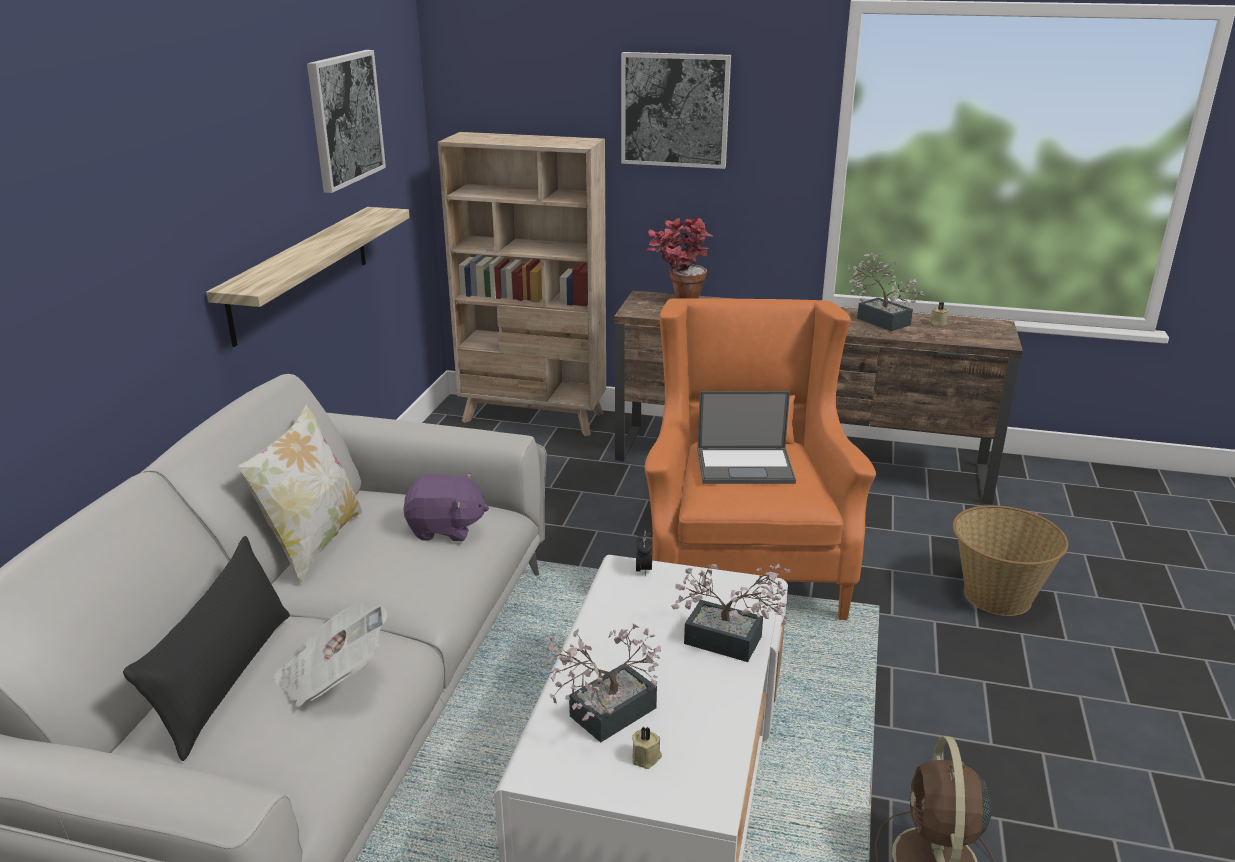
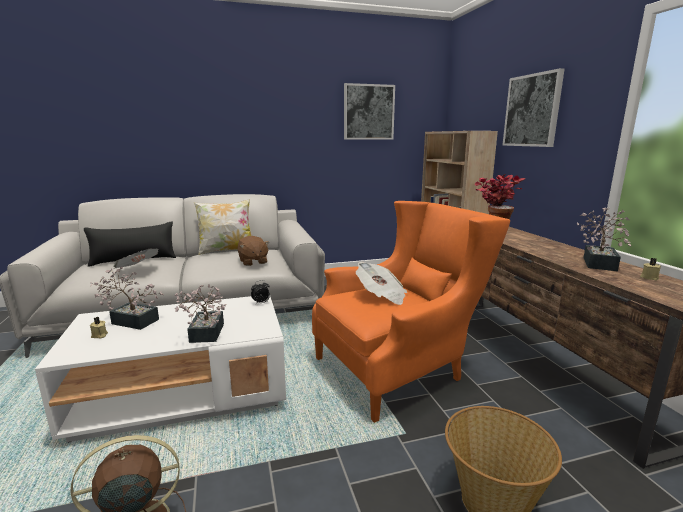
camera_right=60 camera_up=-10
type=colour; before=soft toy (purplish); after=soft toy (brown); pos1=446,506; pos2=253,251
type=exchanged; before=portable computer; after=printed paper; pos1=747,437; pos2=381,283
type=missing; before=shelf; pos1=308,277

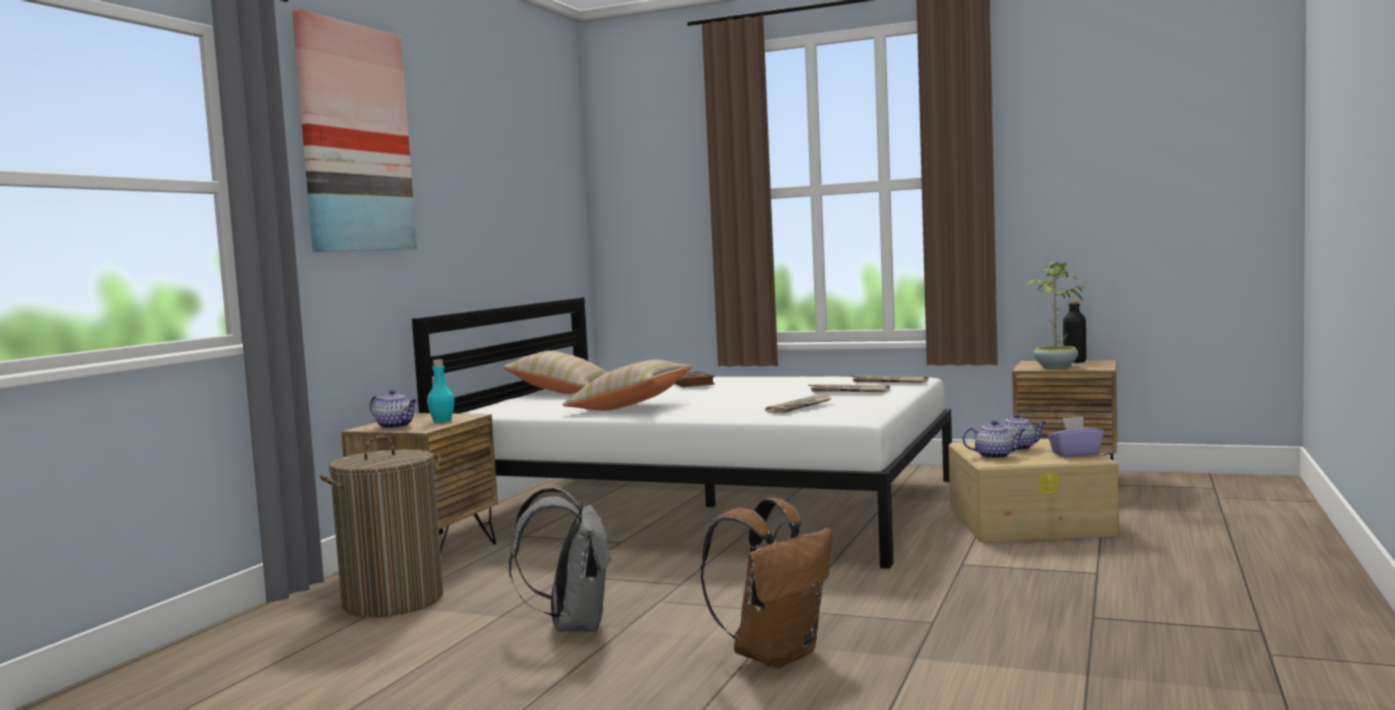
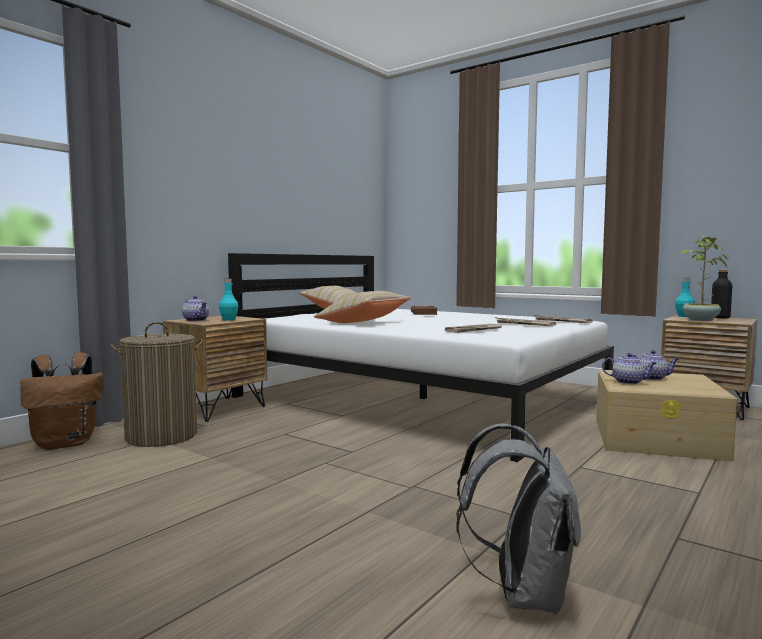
camera_right=15 camera_up=0
type=relocated; before=rucksack (brown); pos1=766,583; pos2=62,401
type=relocated; before=rucksack (grey); pos1=560,559; pos2=518,518
type=appeared; after=beverage bottle (blue-green); pos2=685,297
type=missing; before=wall art; pos1=354,130
type=missing; before=tissue box (purplish); pos1=1075,437

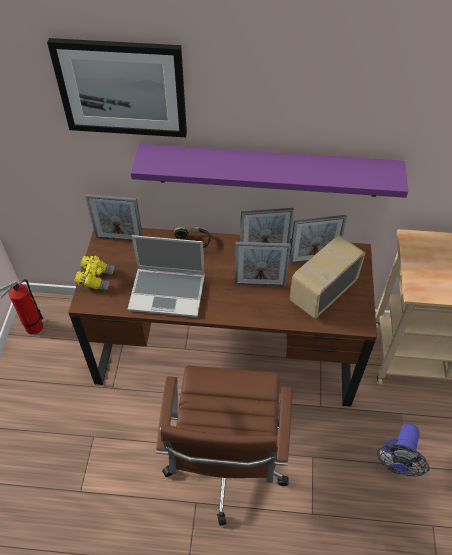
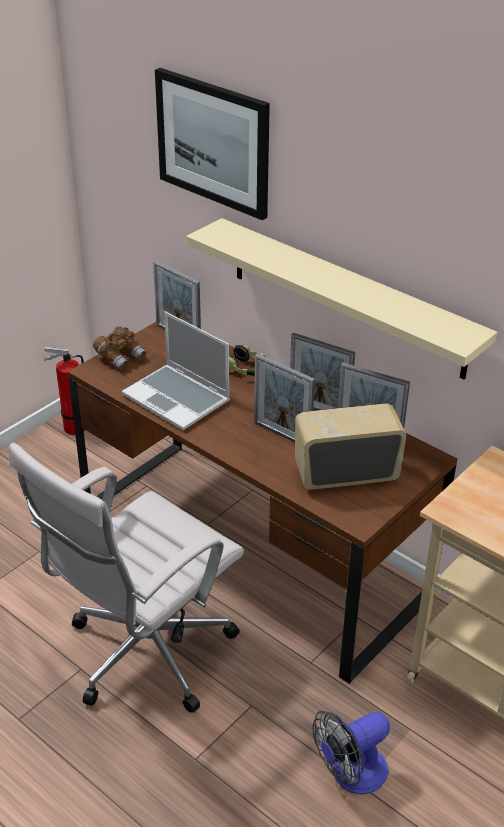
camera_right=35 camera_up=-15
type=colour; before=computer chair (brown); after=computer chair (white); pos1=224,446; pos2=126,578
type=colour; before=field glasses (yellow-coloured); after=field glasses (brown); pos1=94,273; pos2=119,348
type=colour; before=shelf (purplish); after=shelf (sand-coloured); pos1=269,171; pos2=342,299

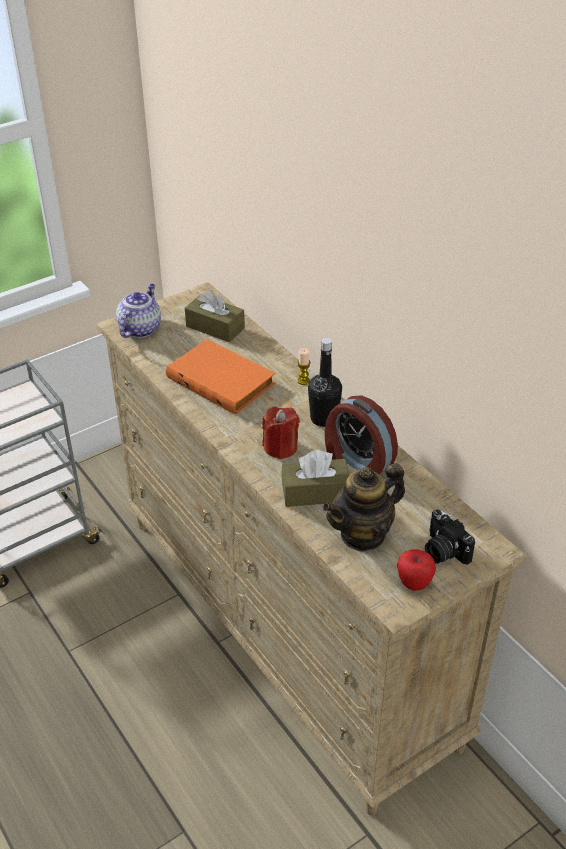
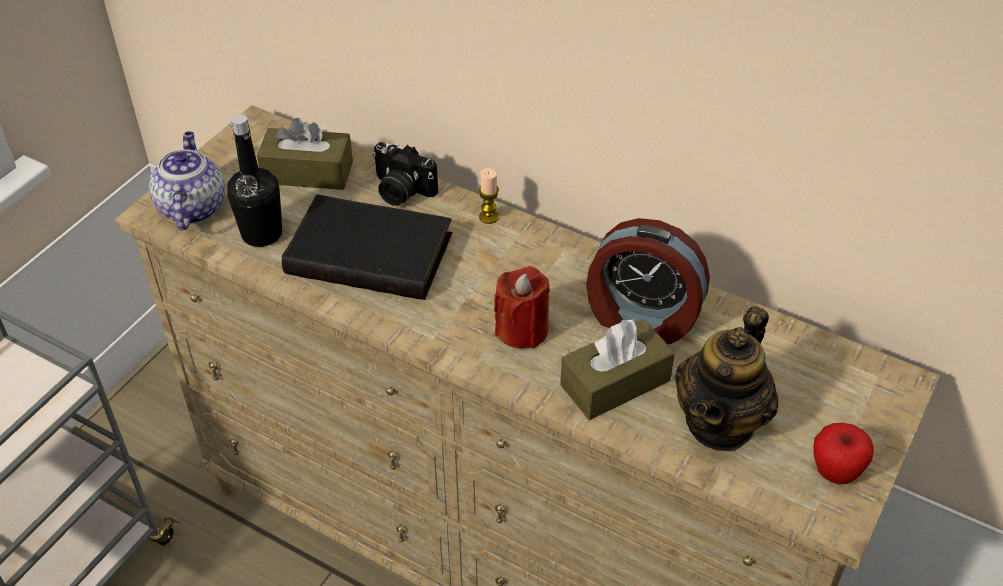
camera_right=-25 camera_up=5
type=relocated; before=beverage bottle (blackish); pos1=325,382; pos2=254,180
type=colour; before=book (orange); after=book (blackish); pos1=221,377; pos2=367,247
type=relocated; before=still camera; pos1=450,537; pos2=405,174

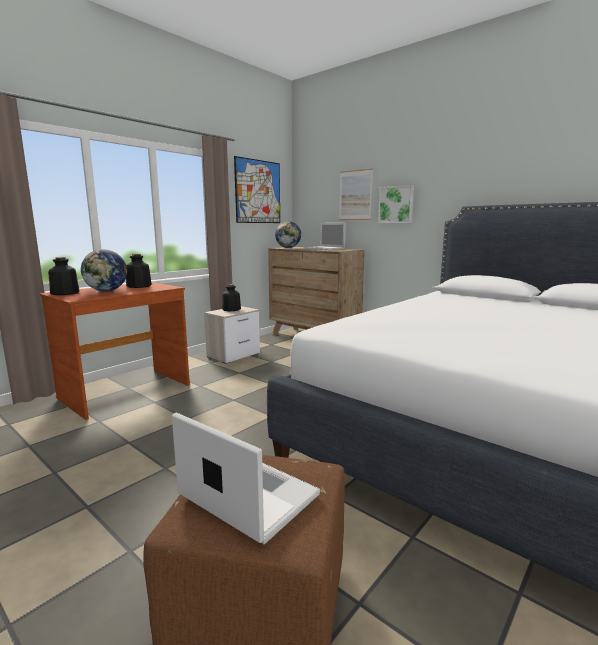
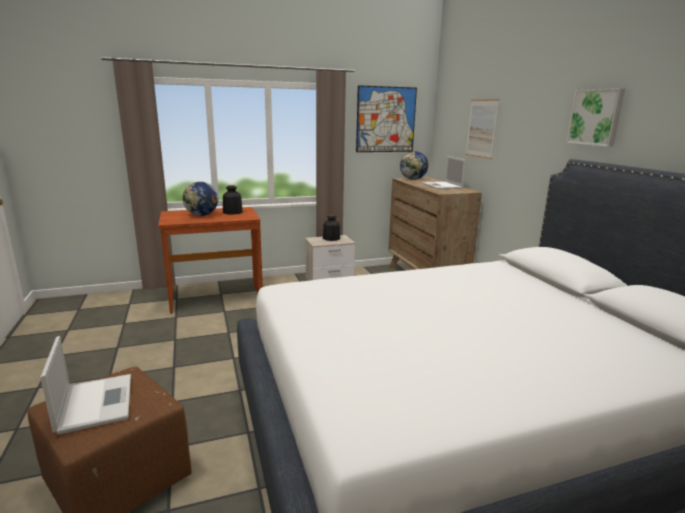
camera_right=30 camera_up=5
type=relocated; before=wall art; pos1=396,204; pos2=595,117
type=missing; before=beverage bottle; pos1=64,276

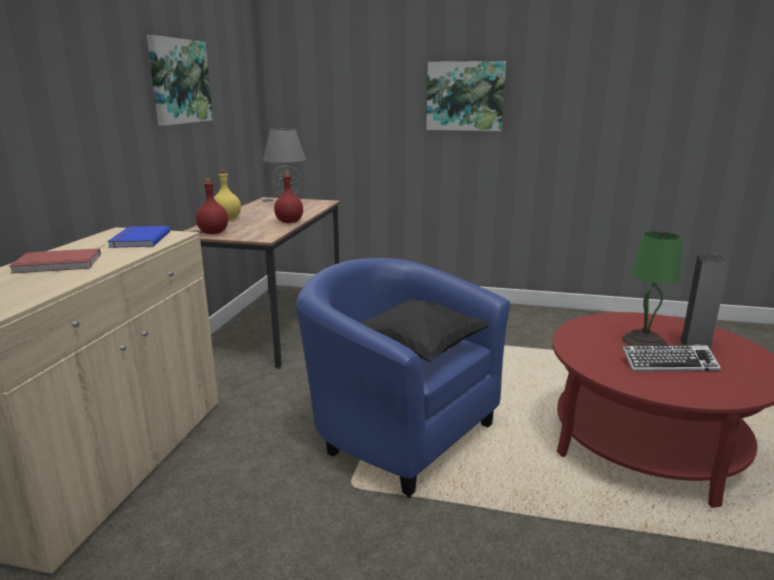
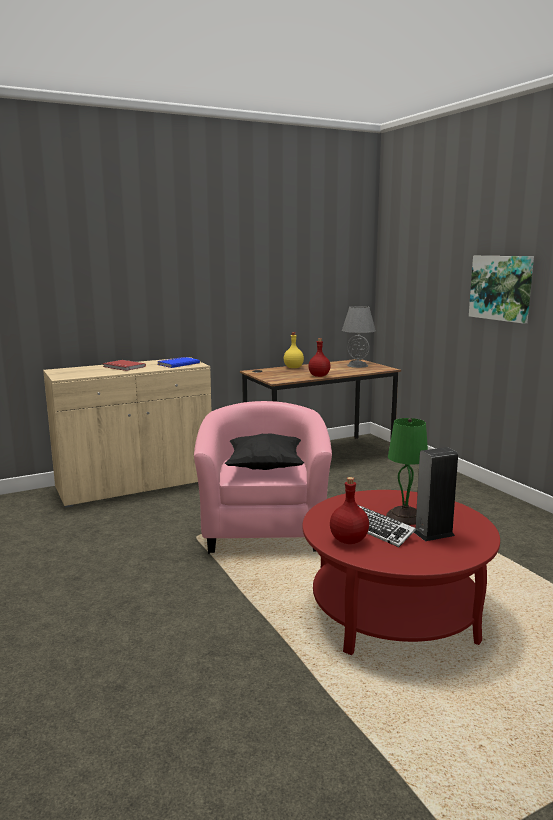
camera_right=50 camera_up=-5
type=colour; before=armchair (blue); after=armchair (pinkish); pos1=403,378; pos2=263,477
type=relocated; before=beverage bottle (reddish); pos1=212,206; pos2=349,510
type=missing; before=wall art; pos1=180,80

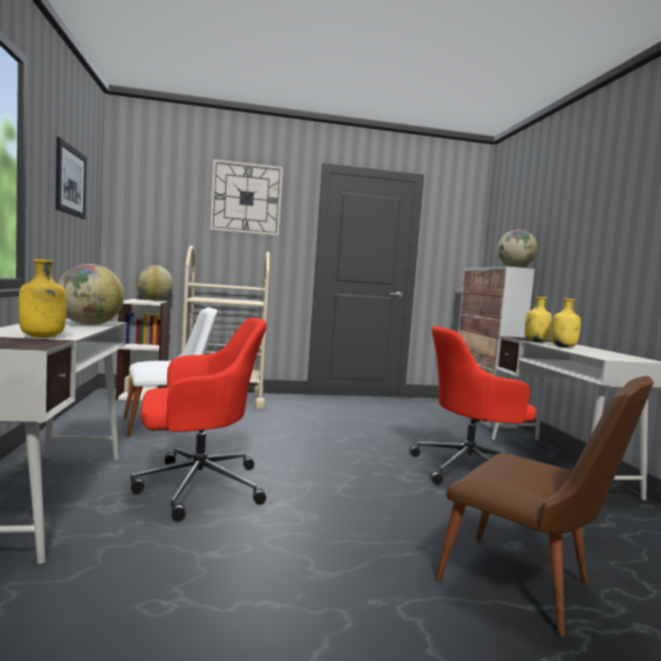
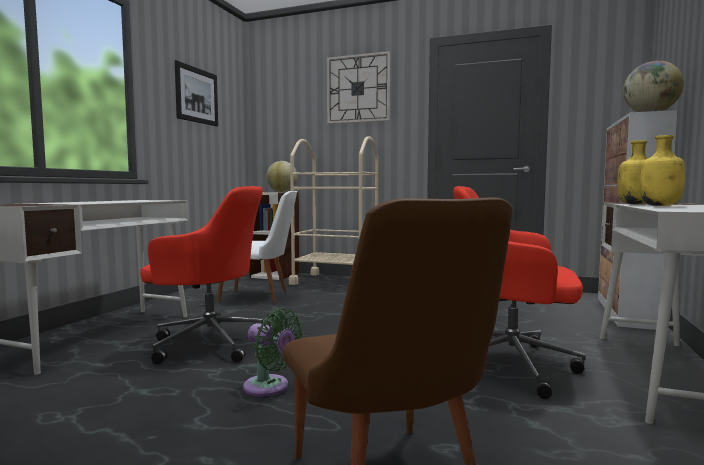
camera_right=30 camera_up=0
type=appeared; after=cooling fan (greenish); pos2=273,352
type=missing; before=beverage bottle (yellow-coloured); pos1=42,298
type=missing; before=desk globe; pos1=91,294

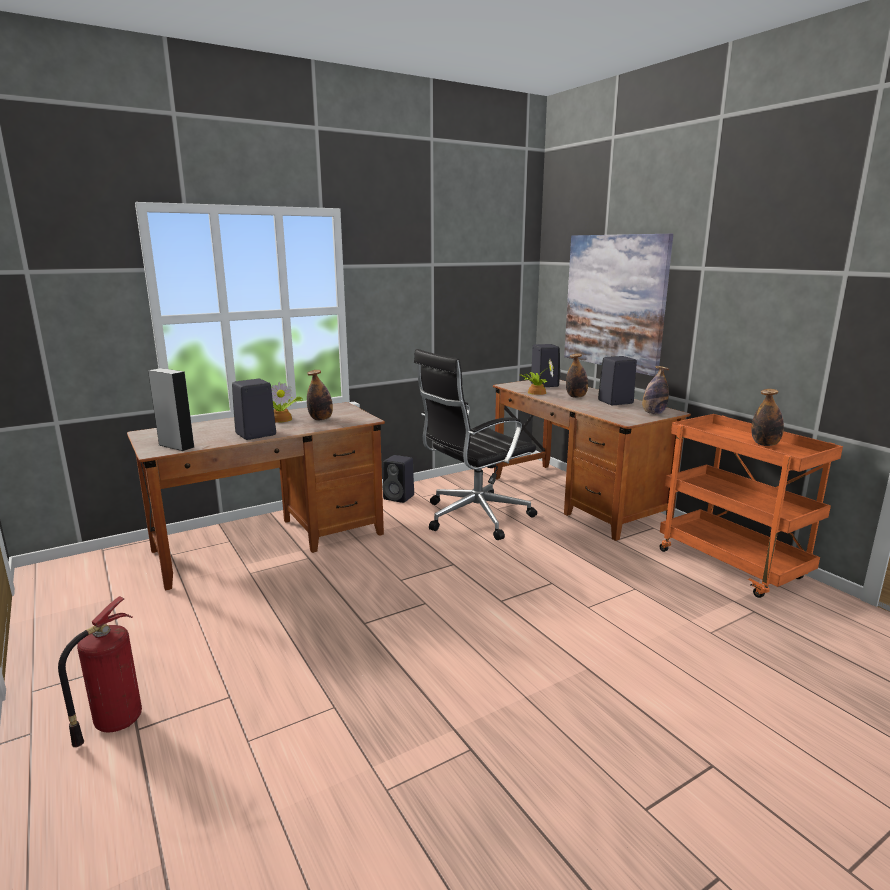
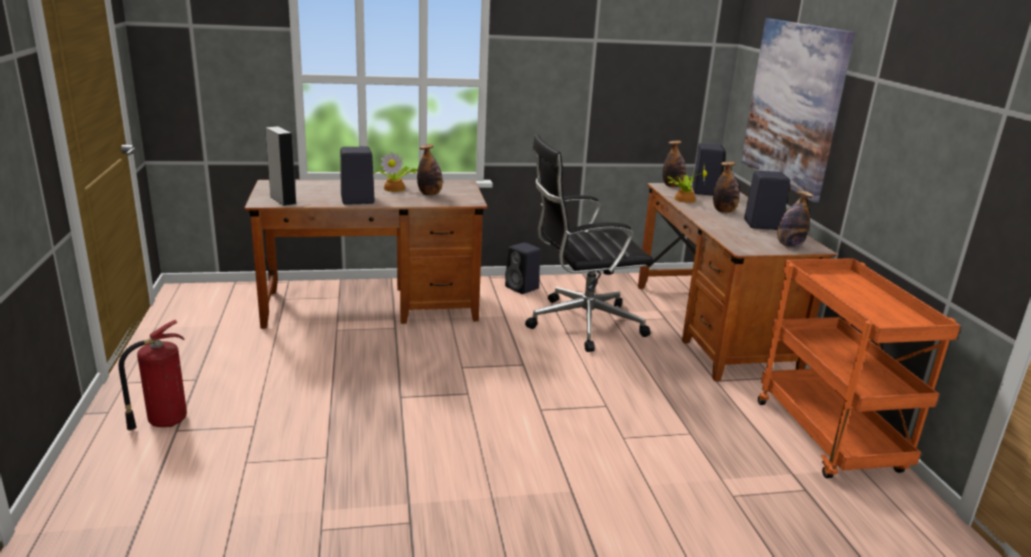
camera_right=20 camera_up=5
type=relocated; before=beverage bottle; pos1=768,417; pos2=674,163

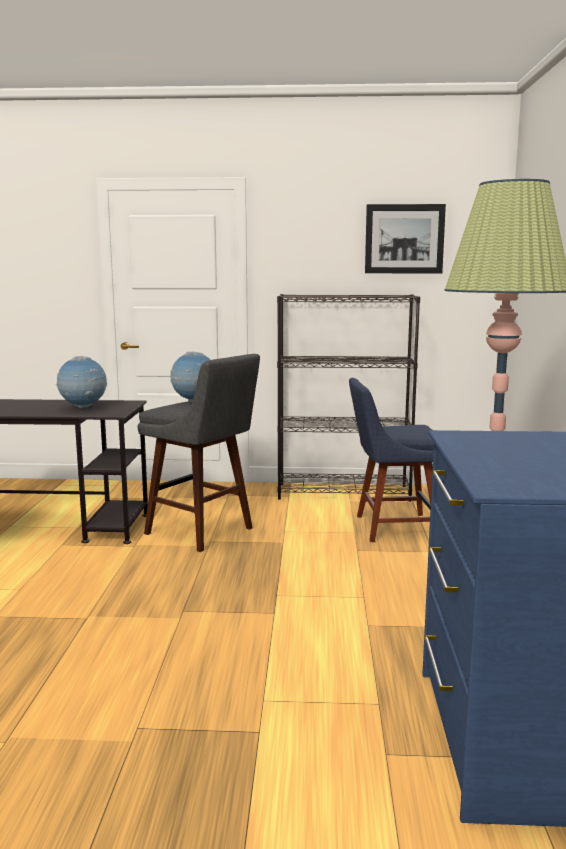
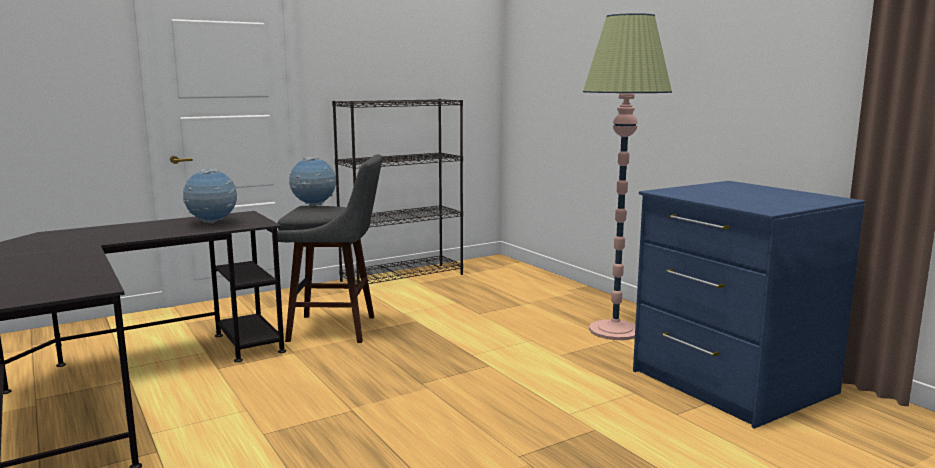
camera_right=-35 camera_up=0
type=missing; before=plain chair (blue); pos1=391,460
type=missing; before=wall art; pos1=405,238

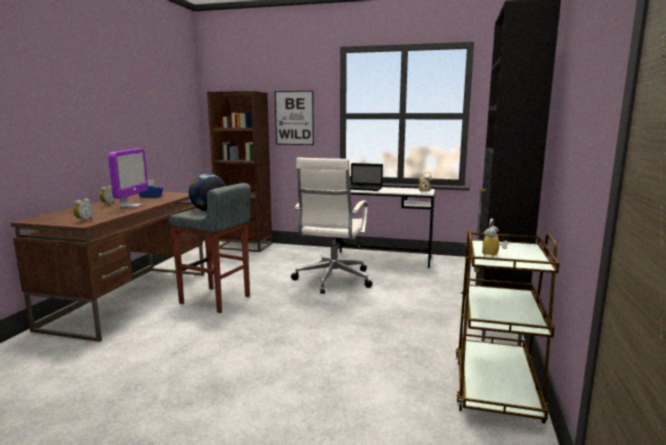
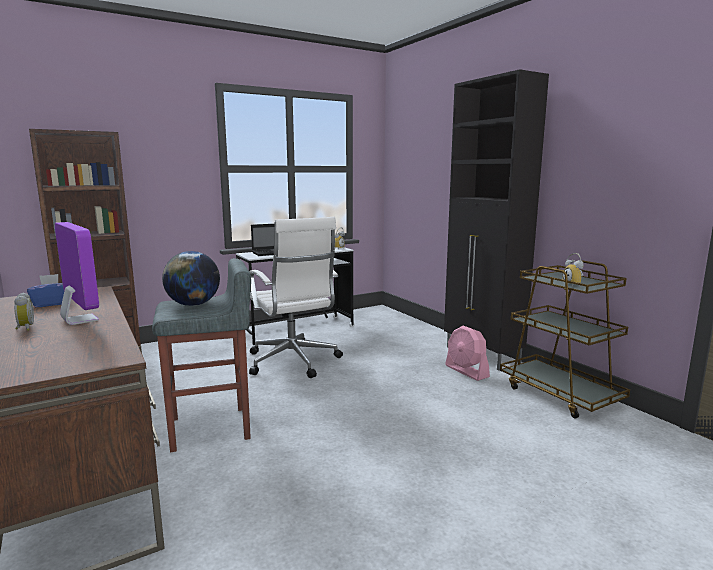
camera_right=-45 camera_up=0
type=appeared; after=cooling fan (pinkish); pos2=467,353
type=missing; before=bedside clock; pos1=83,210
type=missing; before=wall art; pos1=294,118

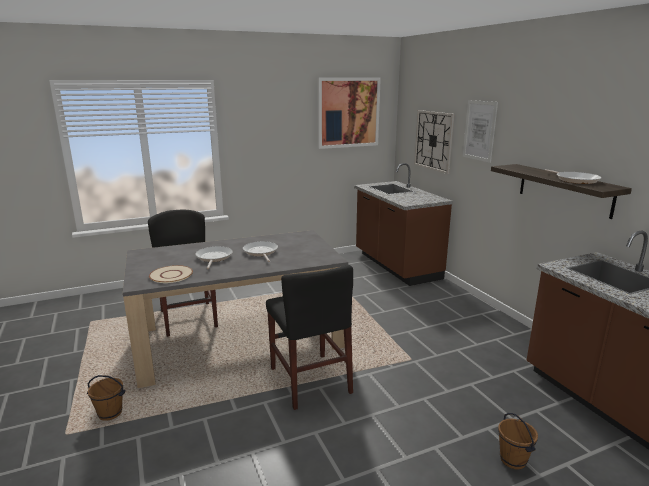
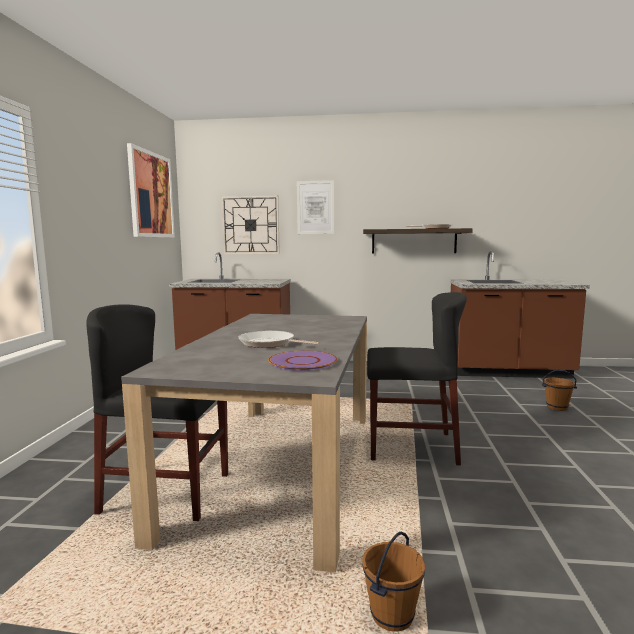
camera_right=-60 camera_up=-10
type=colour; before=plate (sand-coloured); after=plate (purplish); pos1=171,274; pos2=302,360
type=missing; before=pan; pos1=260,251

